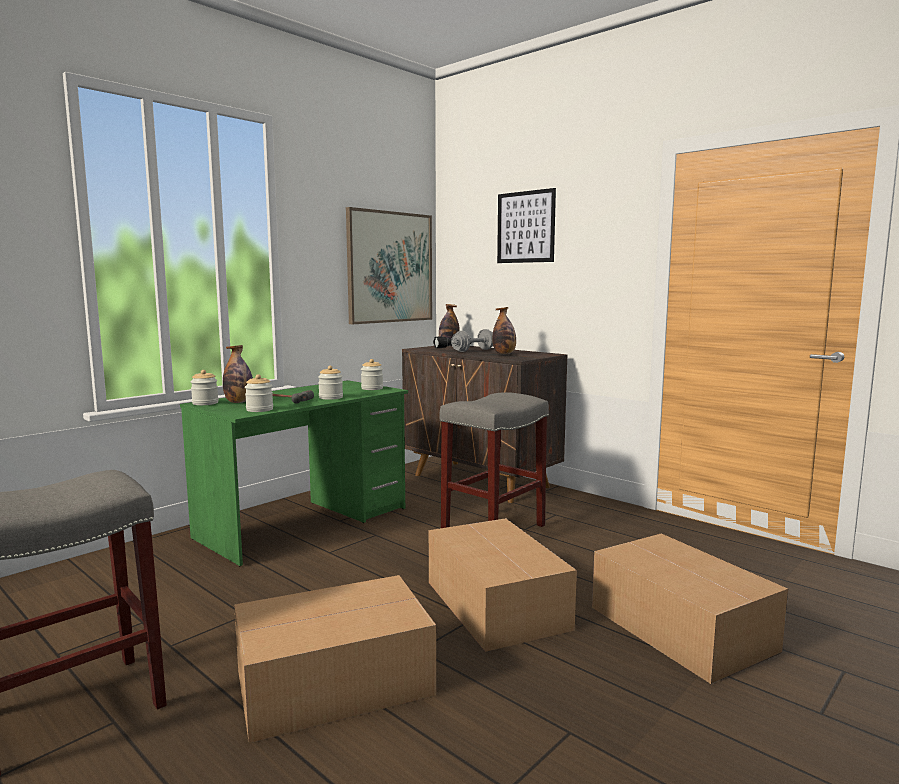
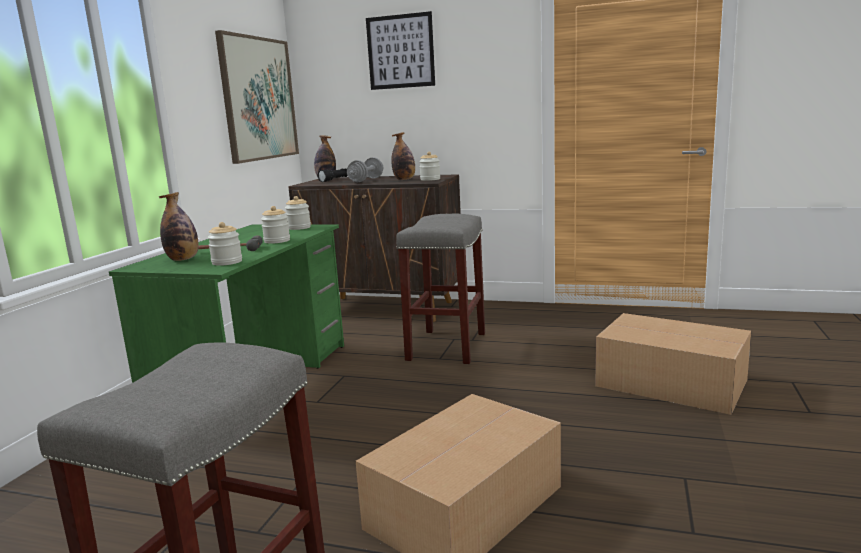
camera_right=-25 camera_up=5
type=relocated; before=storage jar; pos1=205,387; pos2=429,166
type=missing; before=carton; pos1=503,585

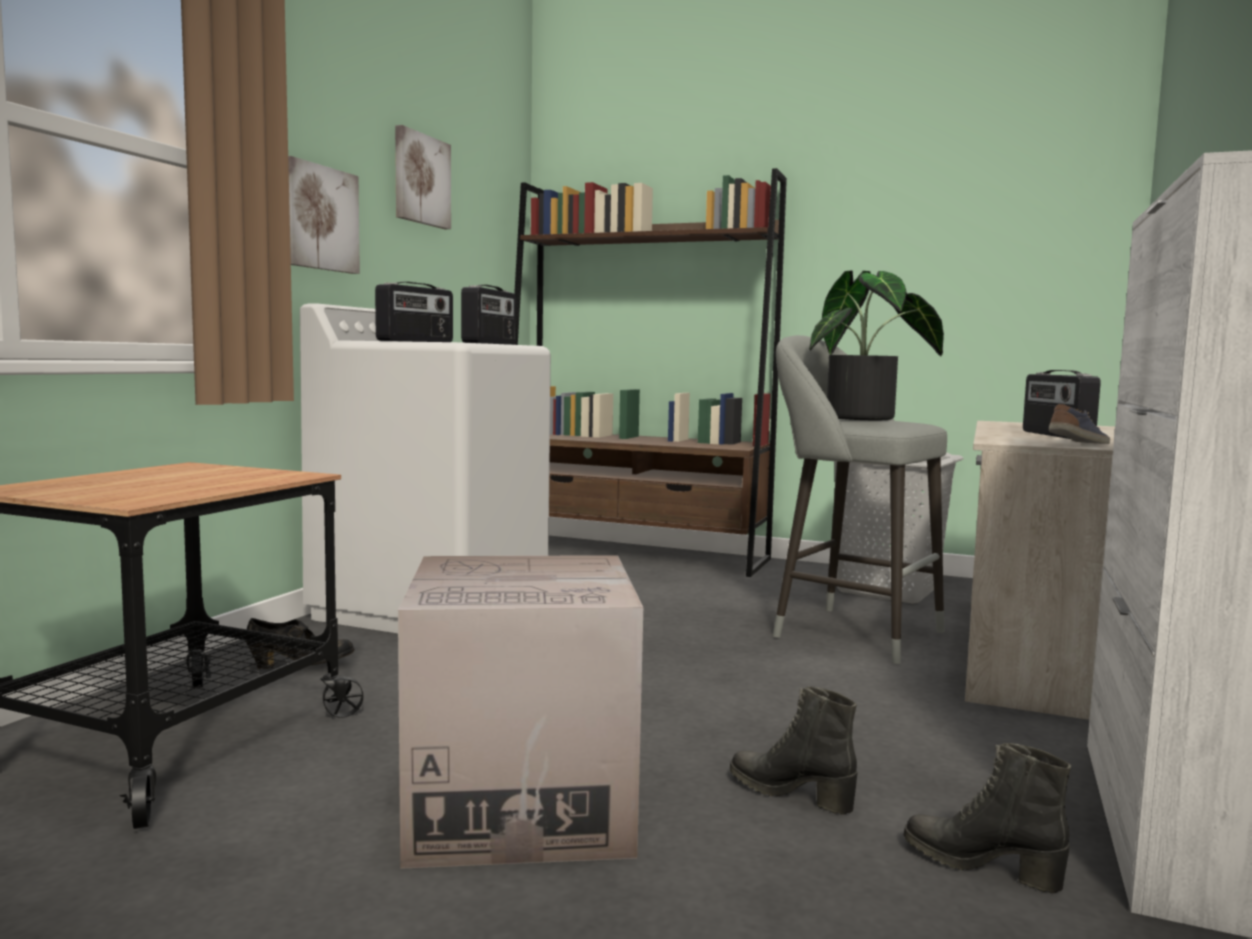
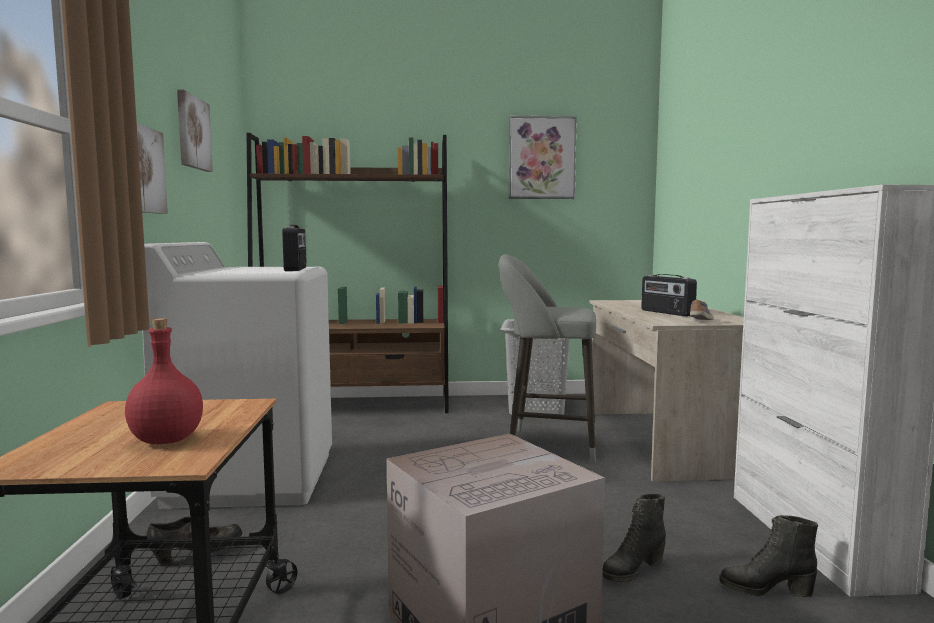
camera_right=-25 camera_up=0
type=appeared; after=beverage bottle (reddish); pos2=164,381
type=appeared; after=wall art; pos2=543,157
type=spun; before=tall boot (blackish); pos1=794,750; pos2=634,538; turn=-45
type=missing; before=radio receiver; pos1=414,312
type=missing; before=houseplant; pos1=876,345

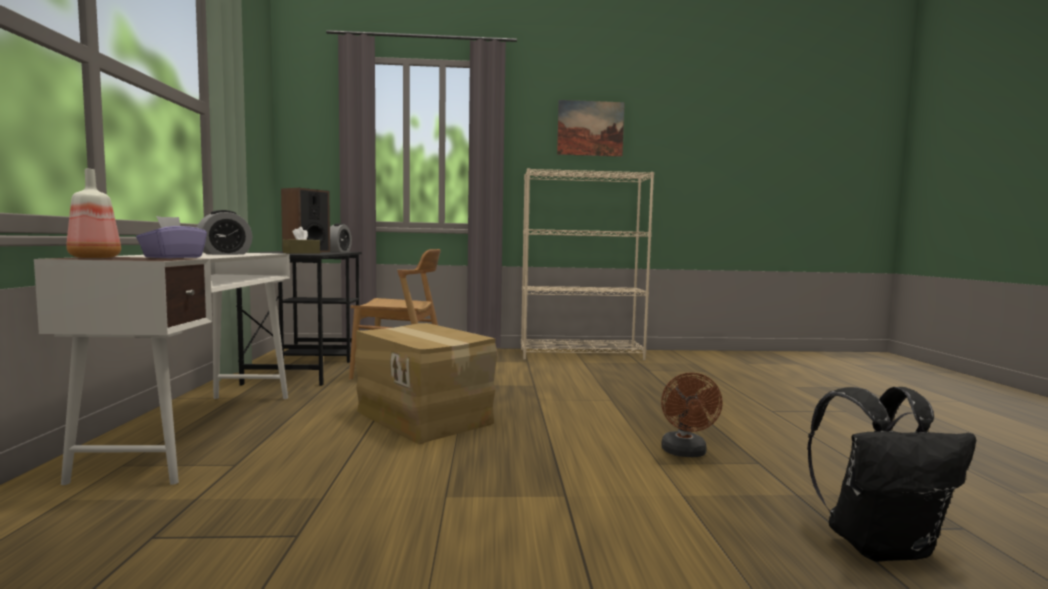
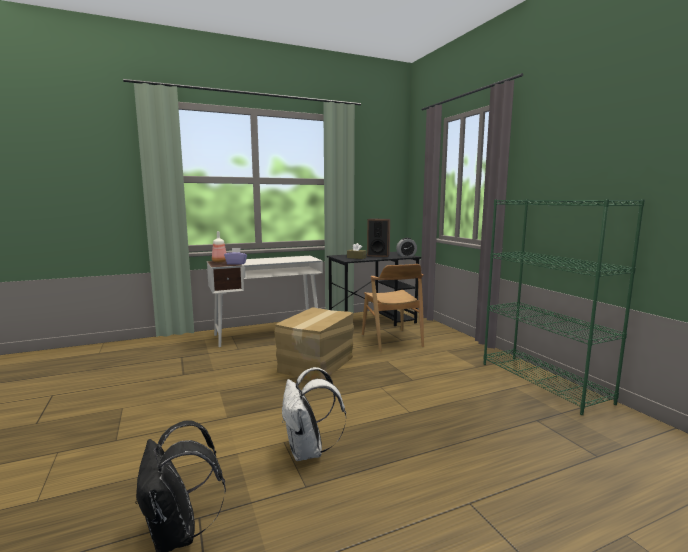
camera_right=70 camera_up=5
type=exchanged; before=cooling fan (brown); after=rucksack (white); pos1=692,415; pos2=314,414
type=colour; before=bookshelf (sand-coloured); after=bookshelf (greenish); pos1=587,264; pos2=564,307
type=missing; before=bedside clock; pos1=224,232
type=missing; before=wall art; pos1=591,128

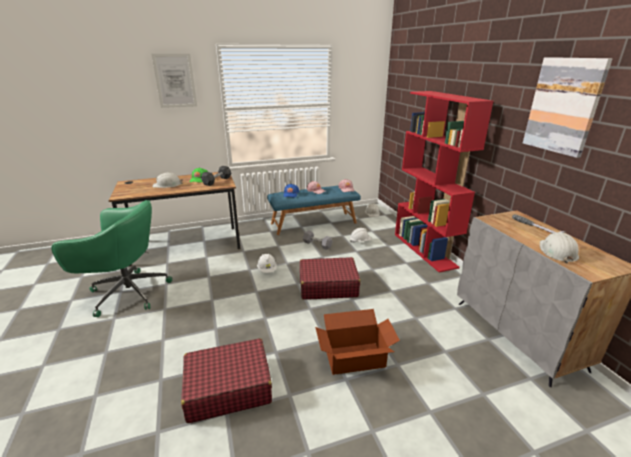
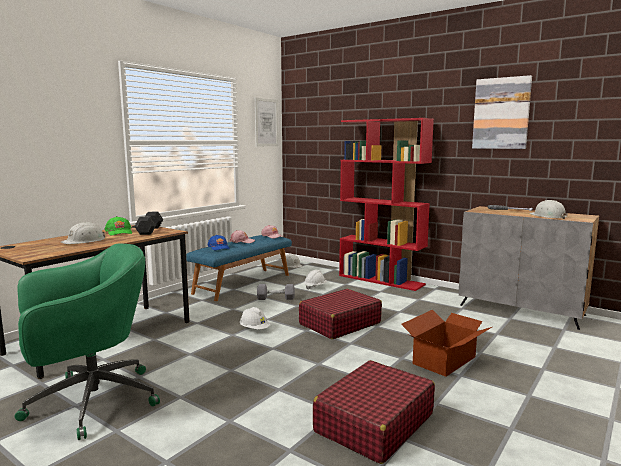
camera_right=-35 camera_up=-15
type=relocated; before=wall art; pos1=174,81; pos2=266,121

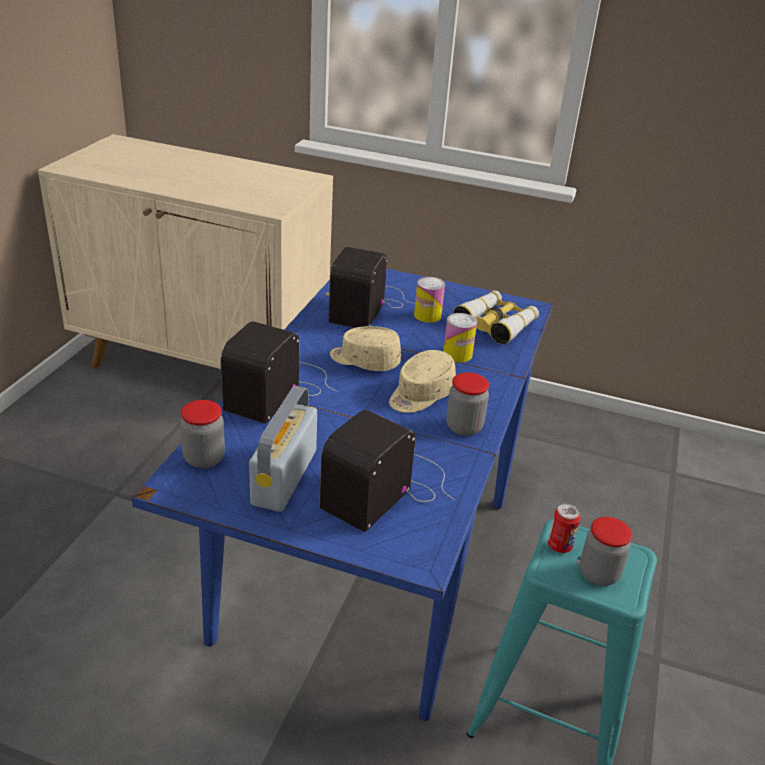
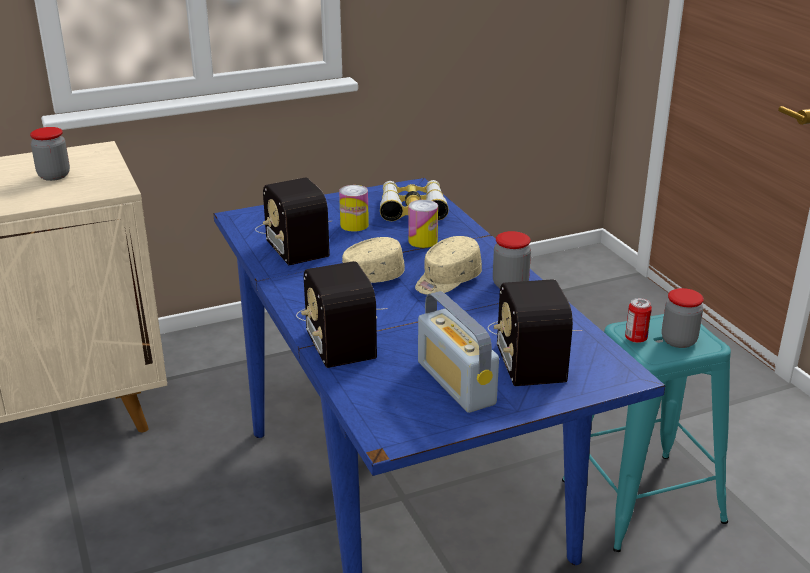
camera_right=-40 camera_up=-5
type=relocated; before=storage jar; pos1=202,434; pos2=50,154
type=spun; before=baseball cap (sand-coloured); pos1=422,381; pos2=448,265; turn=45

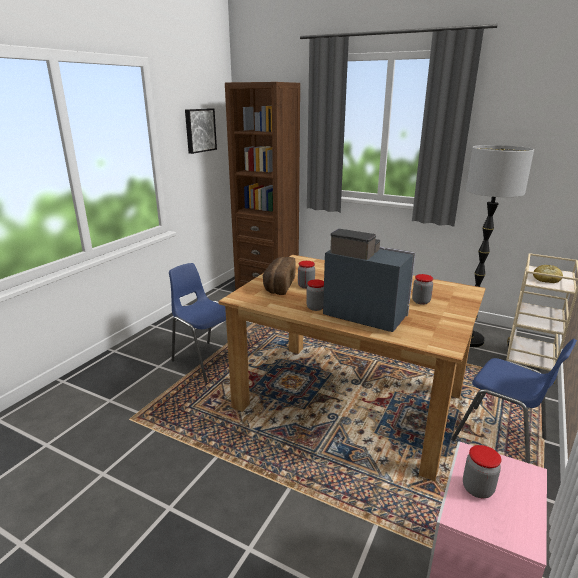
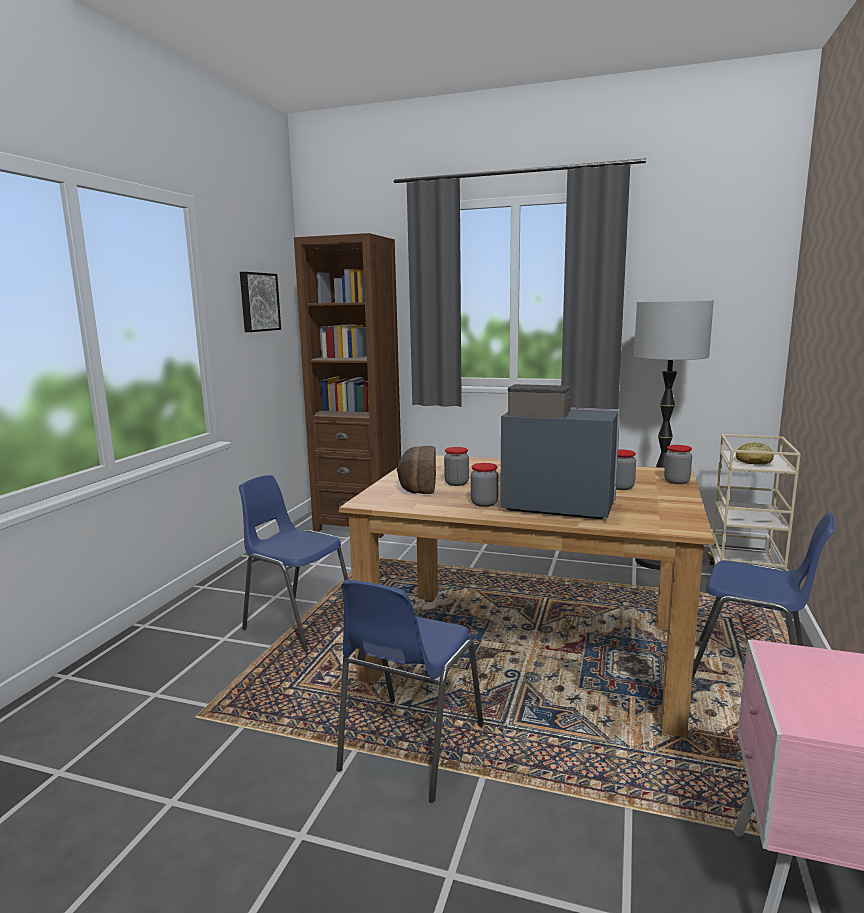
camera_right=-10 camera_up=-10
type=appeared; after=plain chair (blue); pos2=410,691
type=relocated; before=storage jar; pos1=482,471; pos2=678,464

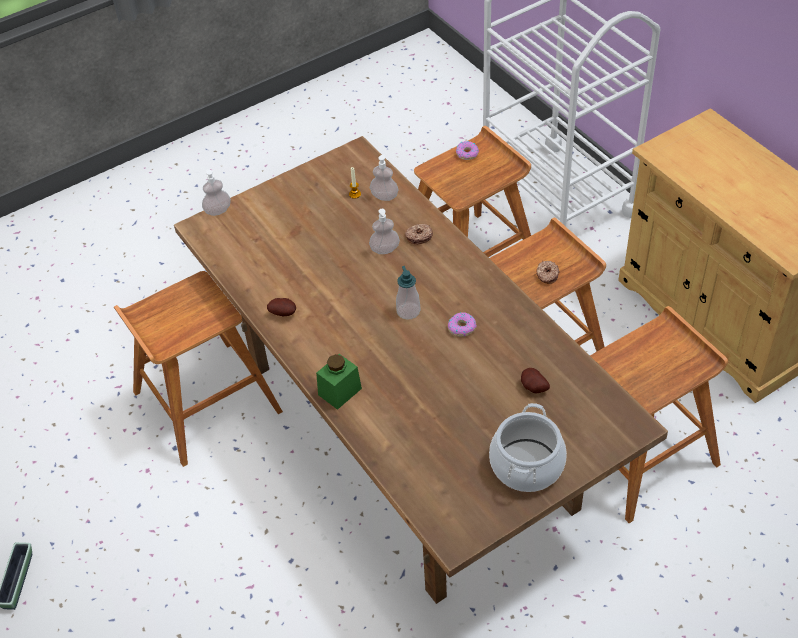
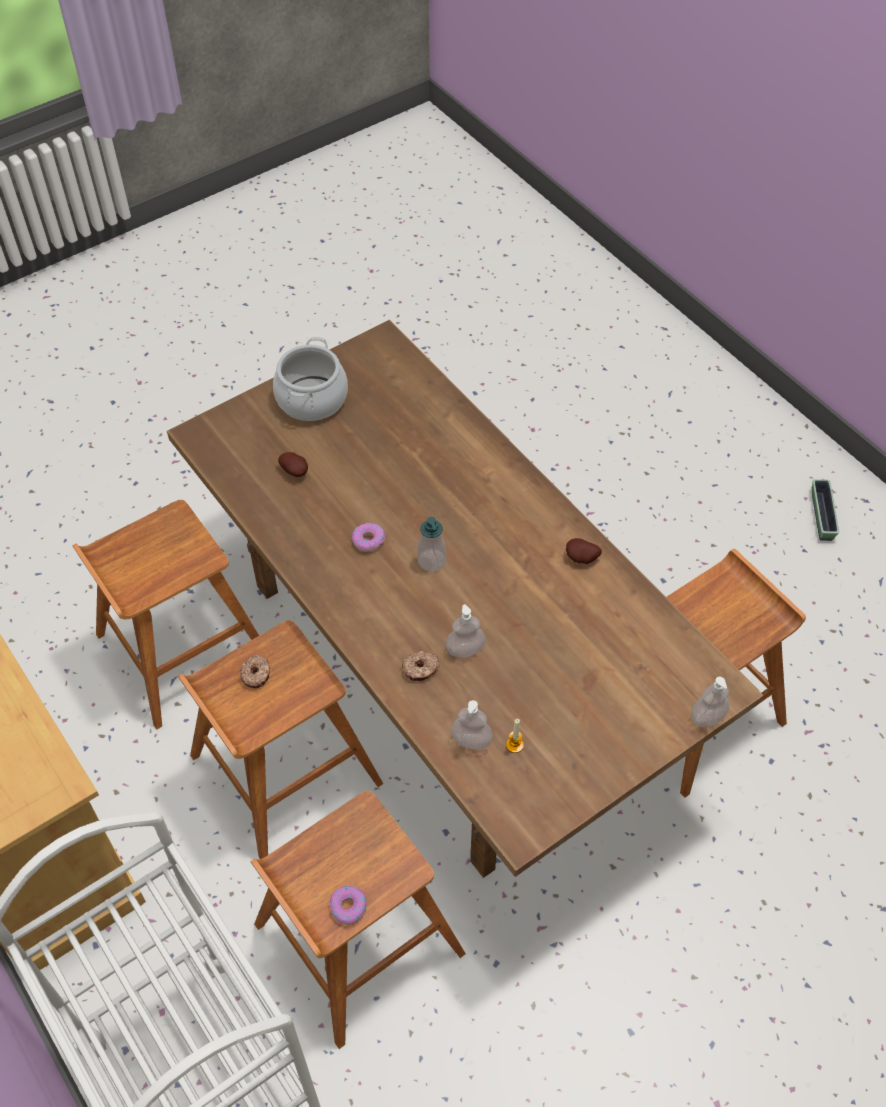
camera_right=175 camera_up=5
type=missing; before=storage jar (greenish); pos1=339,382

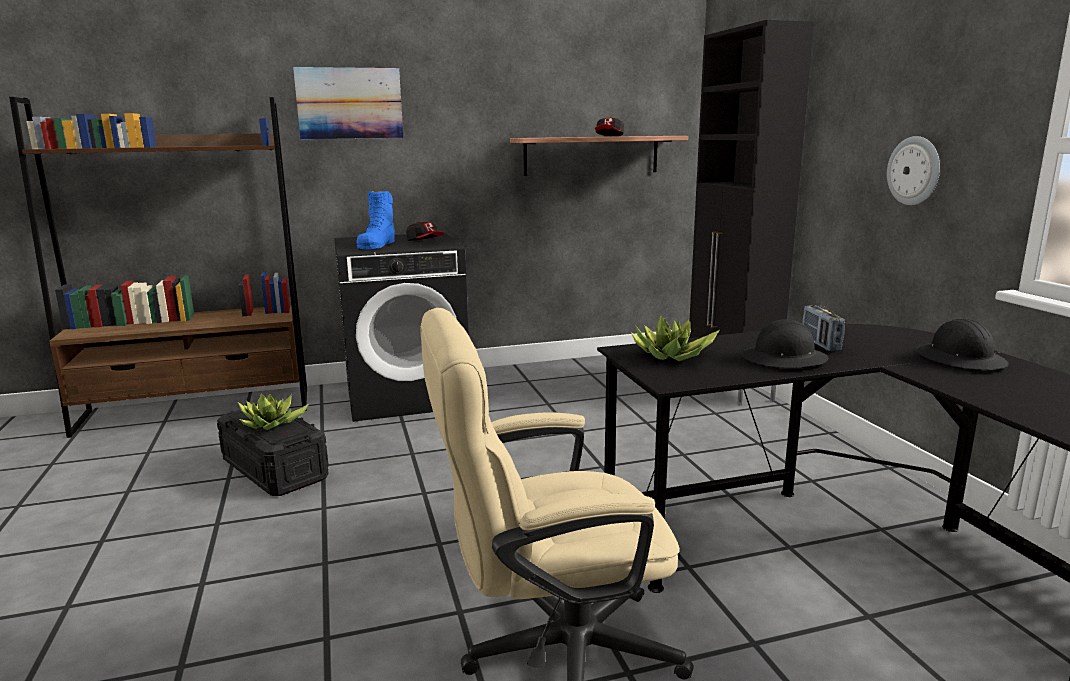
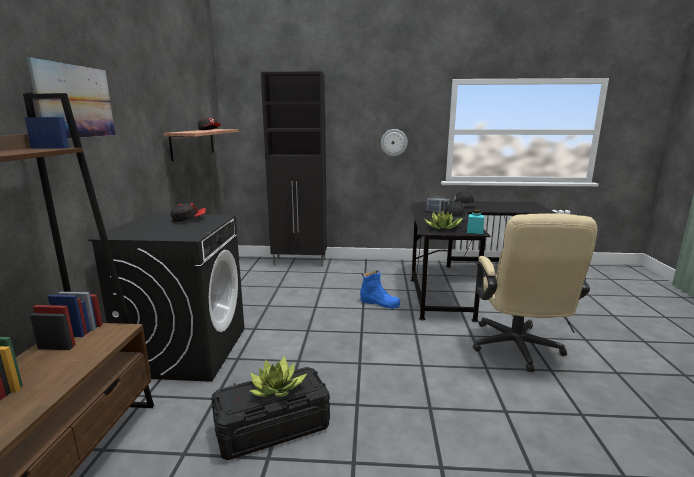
camera_right=-70 camera_up=0
type=relocated; before=tall boot (blue); pos1=375,220; pos2=380,289
type=appeared; after=storage jar (blue-green); pos2=475,221

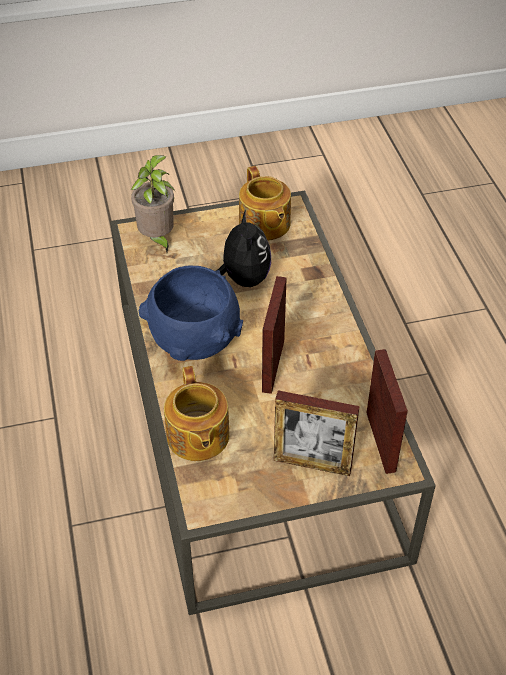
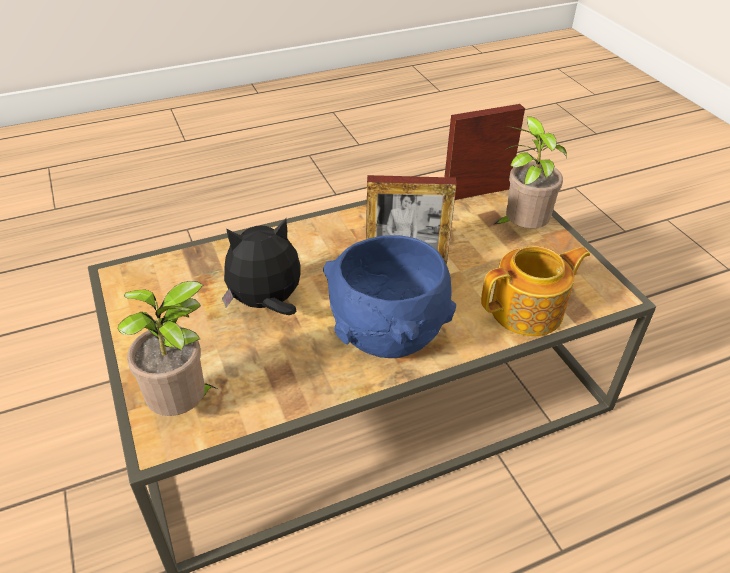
camera_right=-100 camera_up=-5
type=exchanged; before=picture frame; after=houseplant; pos1=317,433; pos2=530,172
type=missing; before=pot for tea; pos1=265,203

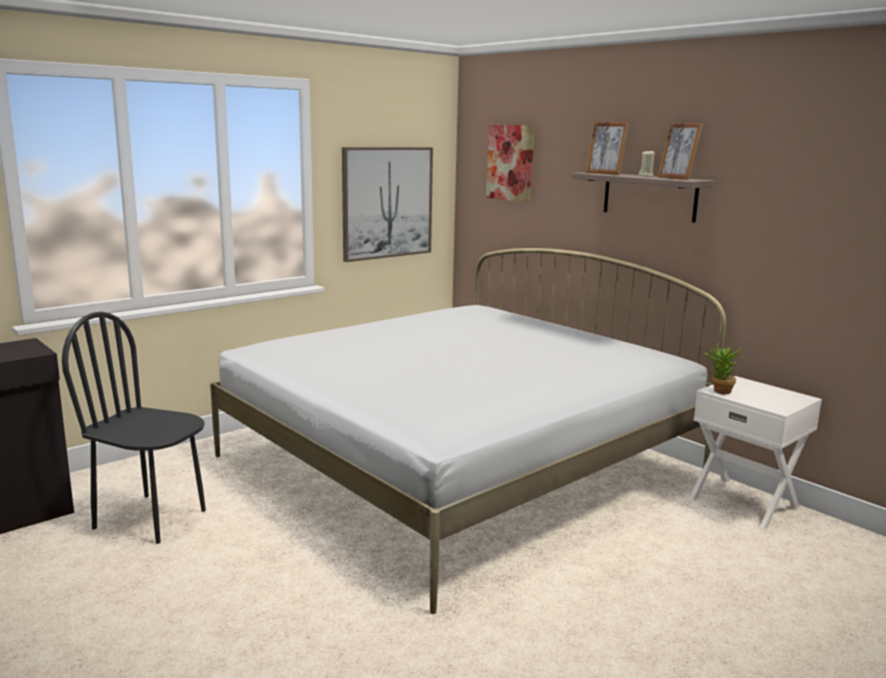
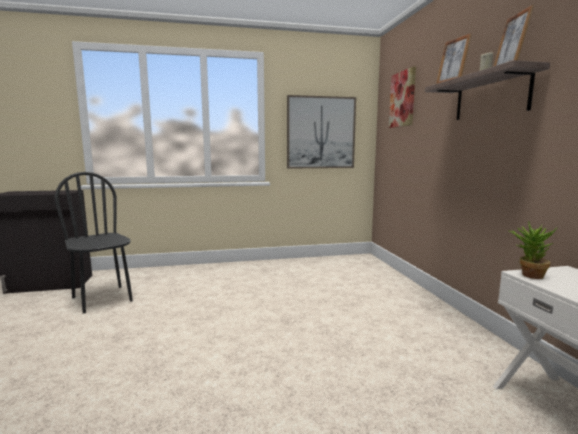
camera_right=30 camera_up=-5
type=missing; before=sleeping bed (white); pos1=468,431

